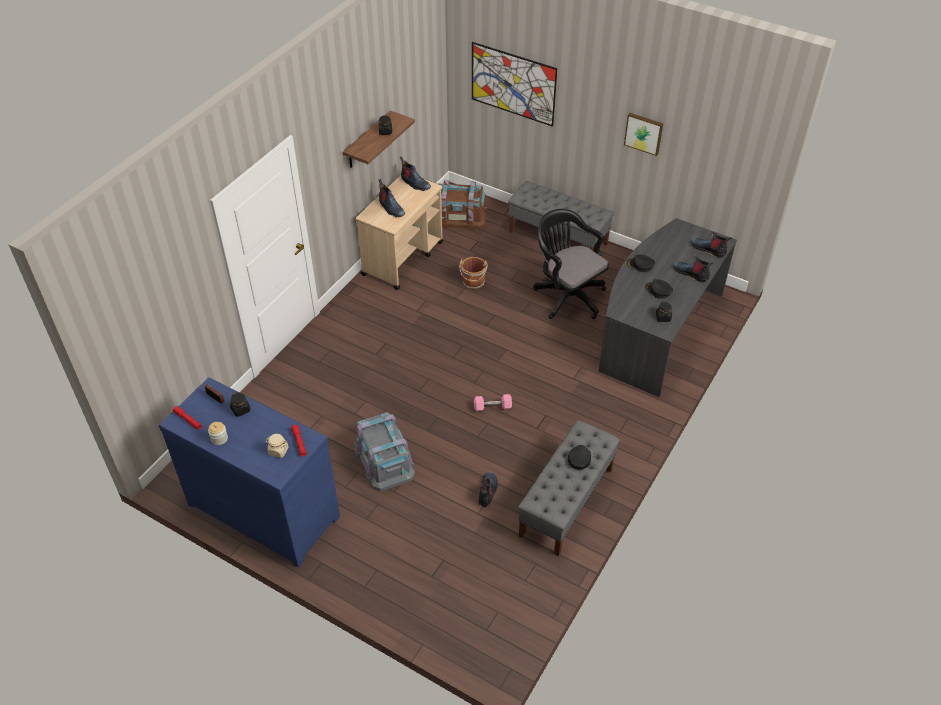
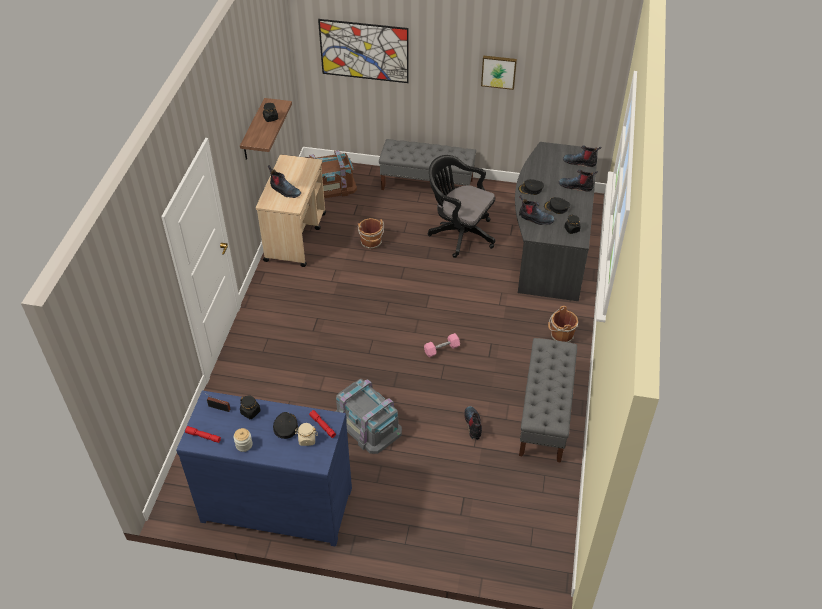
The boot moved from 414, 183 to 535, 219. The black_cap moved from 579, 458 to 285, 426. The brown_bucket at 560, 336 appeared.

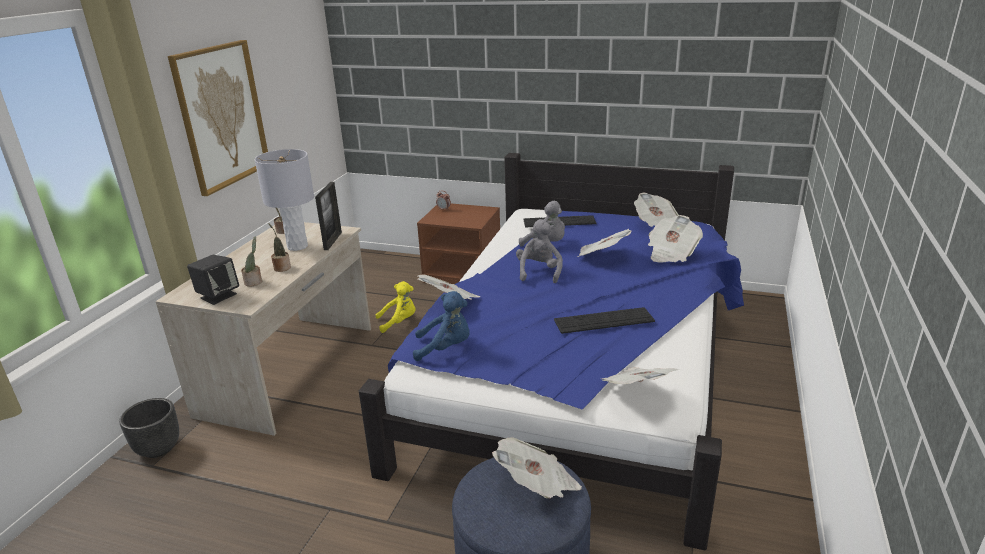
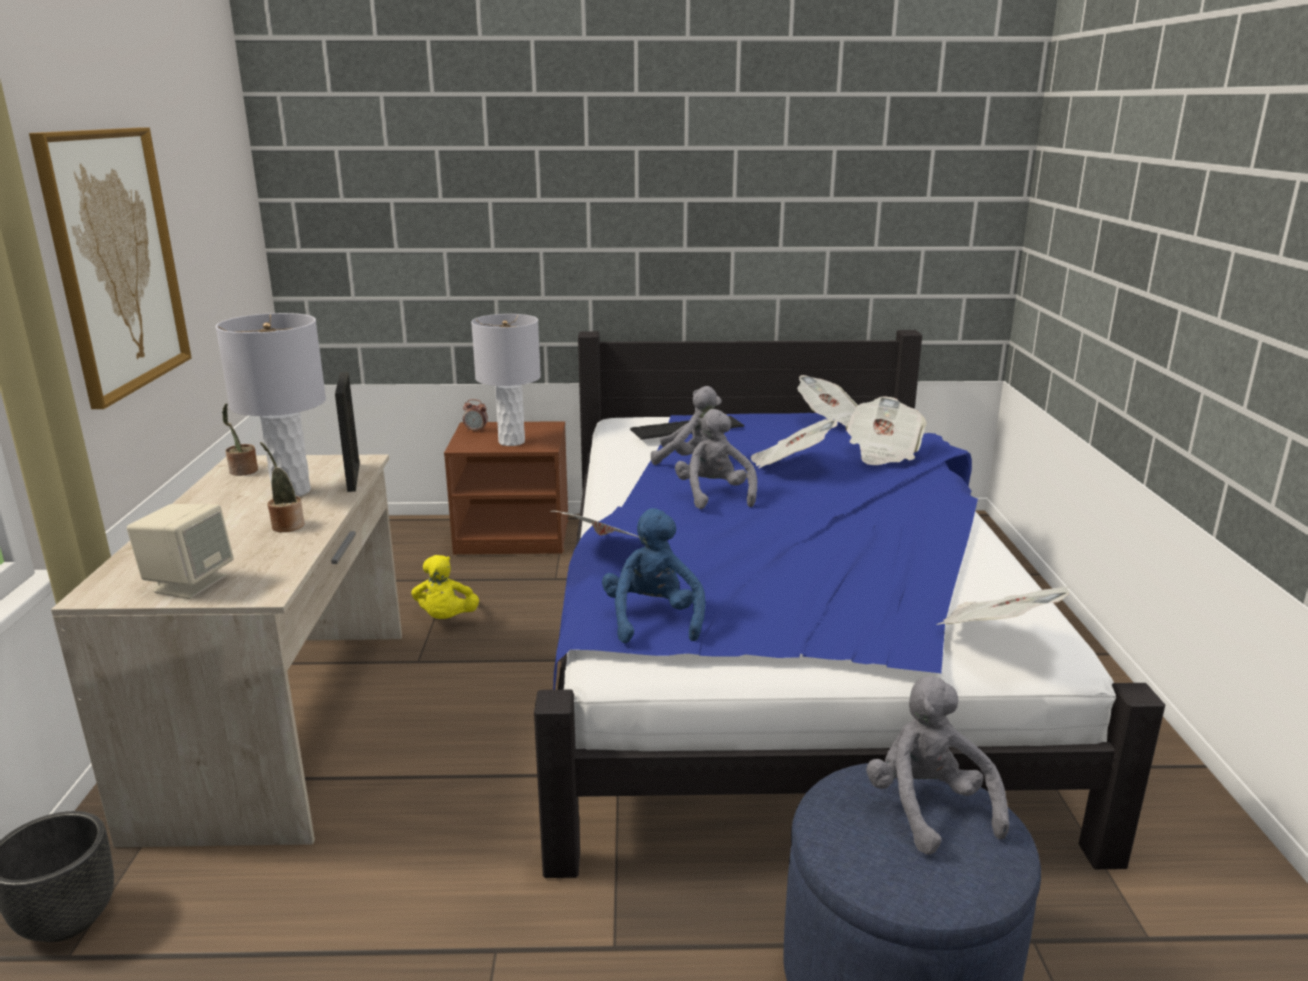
The potted_plant at 254, 282 disappeared. The black_speaker at 218, 296 became the beige_speaker at 189, 584. The yellow_plush_toy at 399, 322 turned 120 degrees clockwise. The blue_plush_toy at 445, 348 turned 75 degrees counterclockwise. The keyboard at 604, 320 disappeared. The newspaper at 537, 485 was replaced by the grey_plush_toy at 927, 808. The grey_table_lamp at 511, 442 appeared.

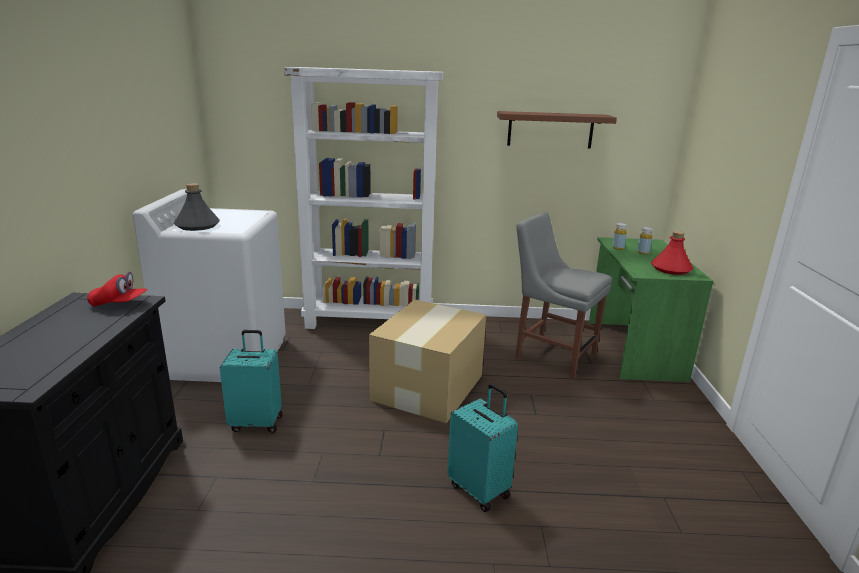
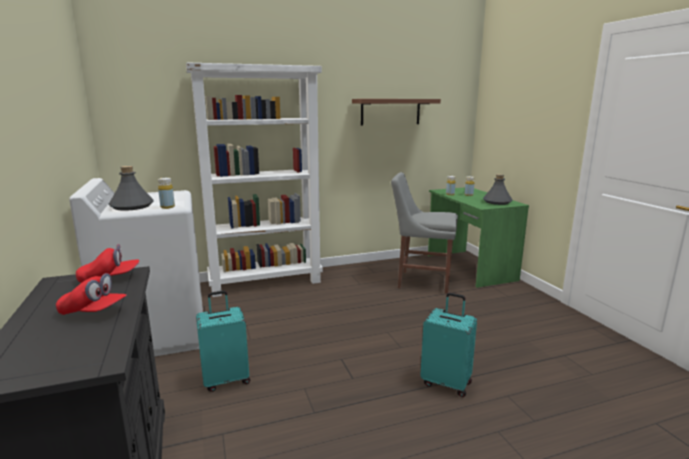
The red_bottle at 671, 269 became the grey_bottle at 497, 202. The cardboard_box at 429, 387 disappeared. The yellow_bottle at 167, 207 appeared. The red_cap at 93, 312 appeared.

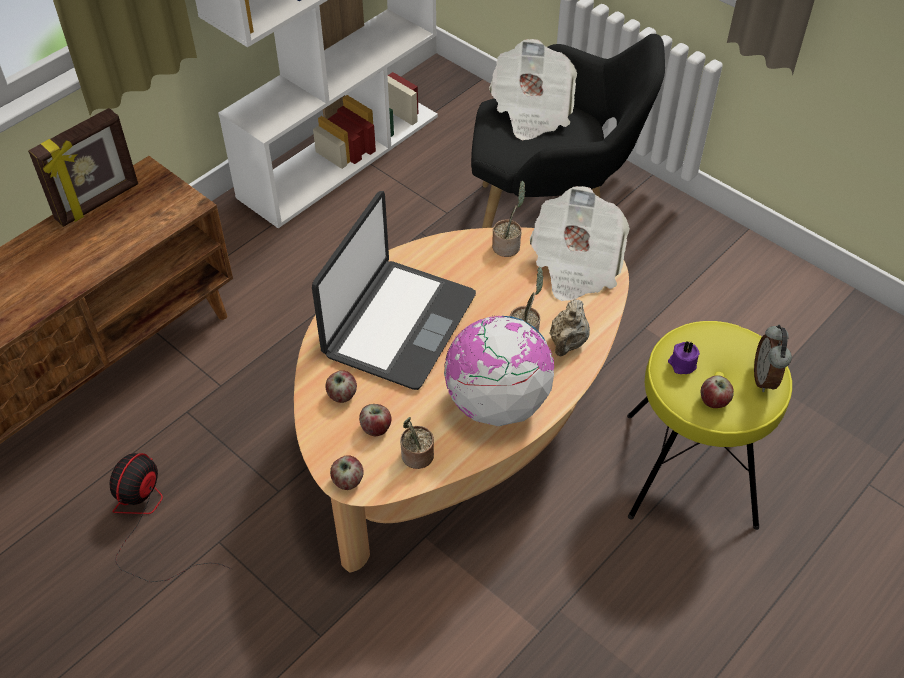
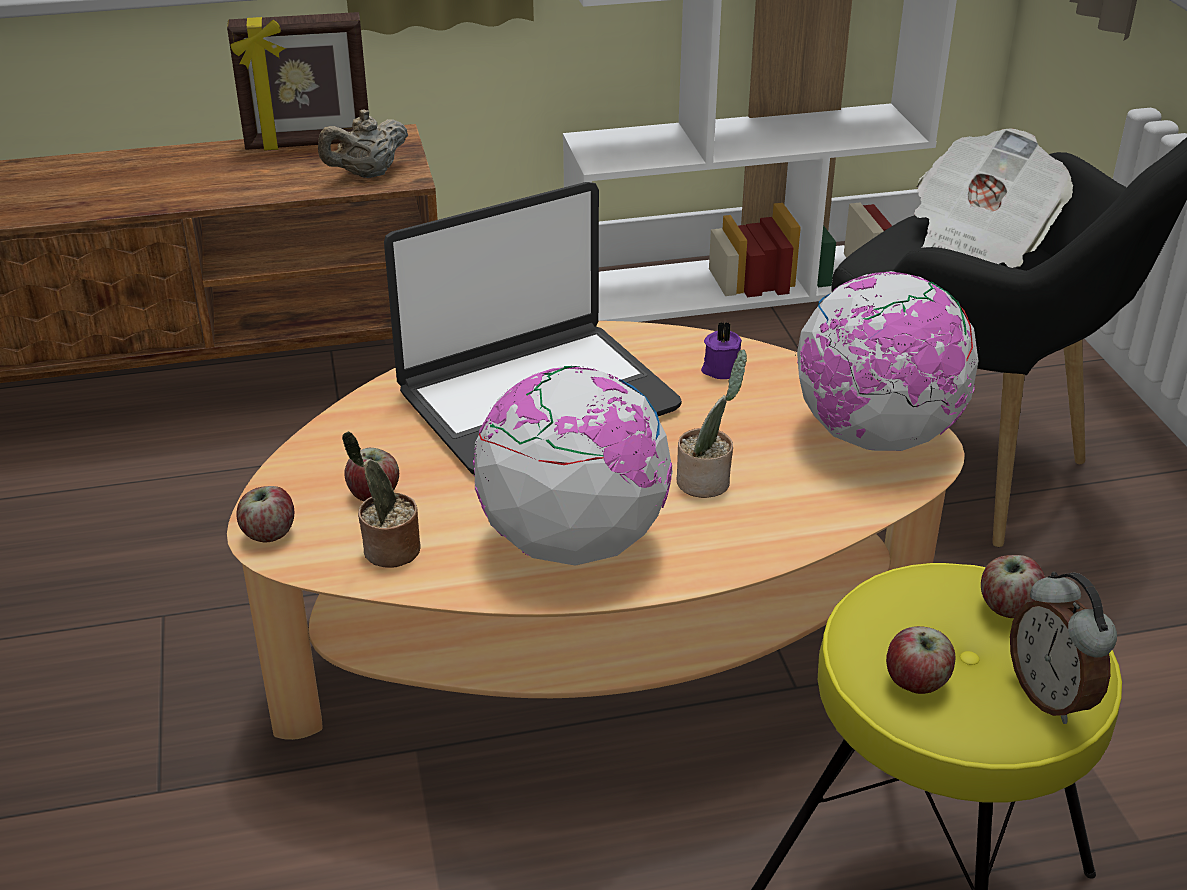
The potted_plant at 507, 246 disappeared. The newspaper at 576, 264 was replaced by the globe at 876, 436. The beige_teapot moved from 567, 343 to 367, 174. The alarm_clock at 765, 378 turned 60 degrees counterclockwise. The purple_candle moved from 682, 364 to 721, 369. The apple moved from 342, 395 to 1007, 607. The fan at 148, 521 disappeared.

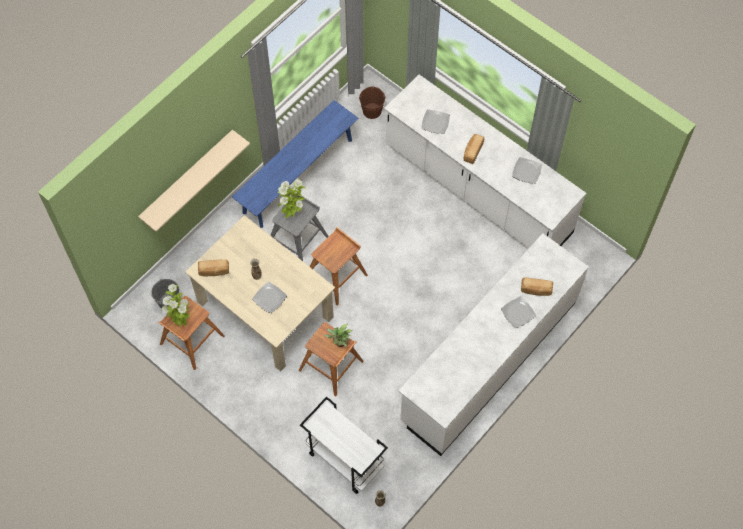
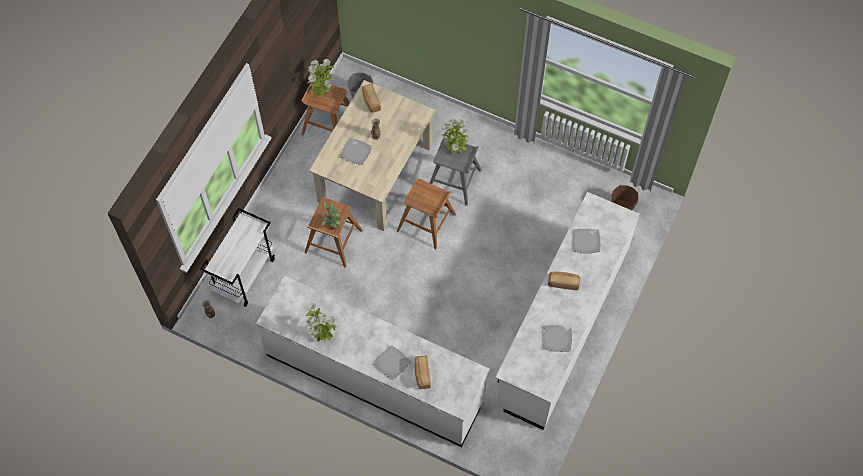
The blue_bench at 298, 176 disappeared. The beige_shelf at 187, 177 disappeared. The potted_plant at 322, 336 appeared.

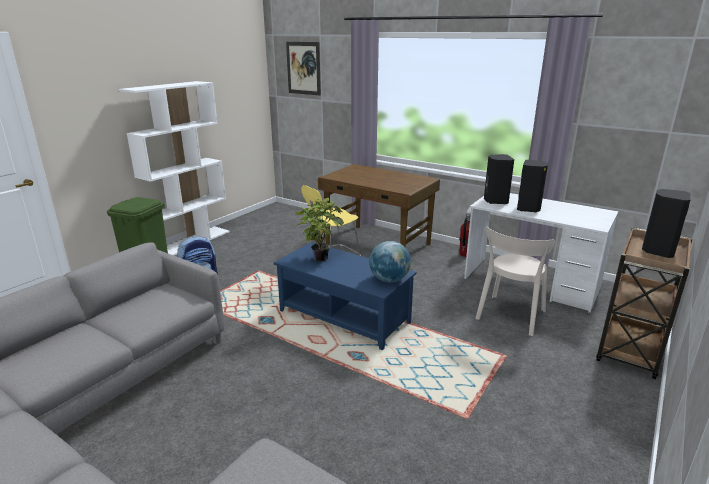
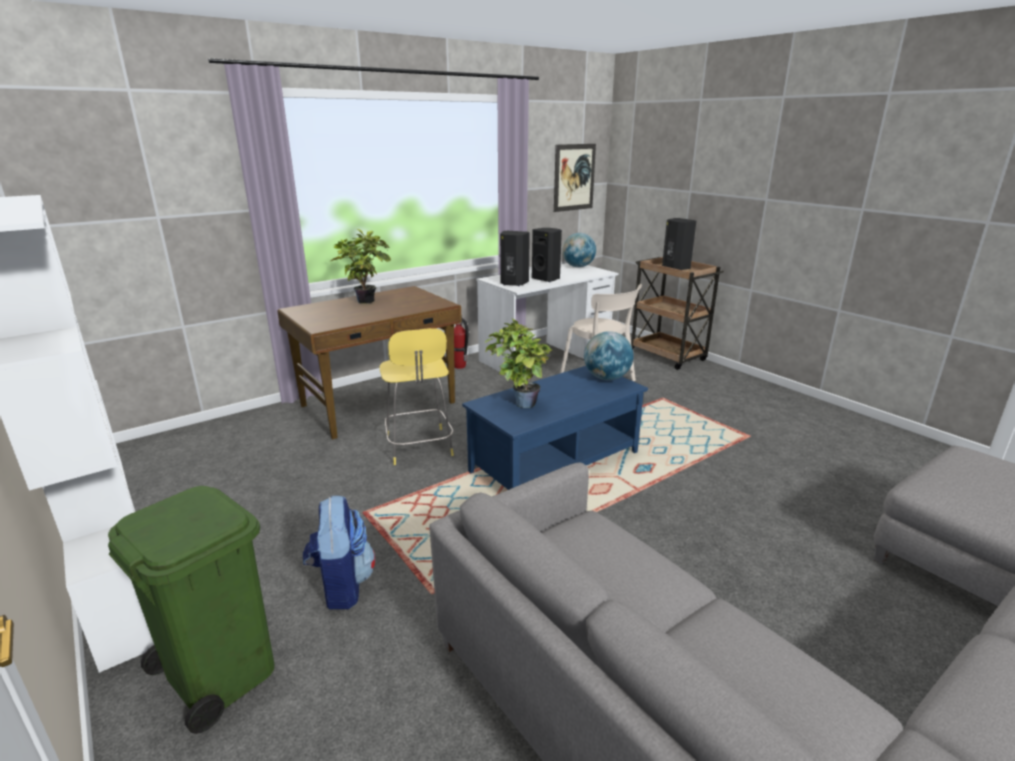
The picture moved from 303, 68 to 574, 177. The potted_plant at 366, 300 appeared. The globe at 578, 267 appeared.

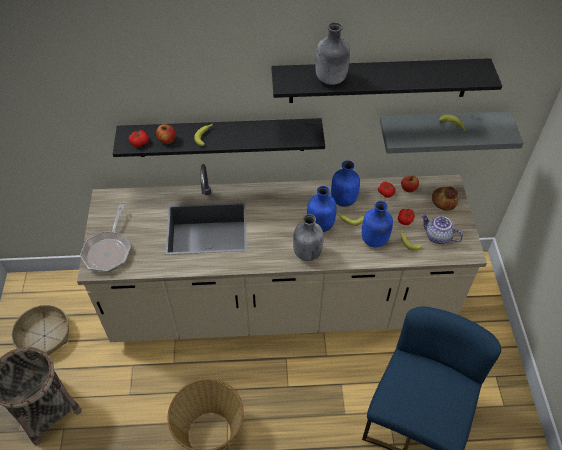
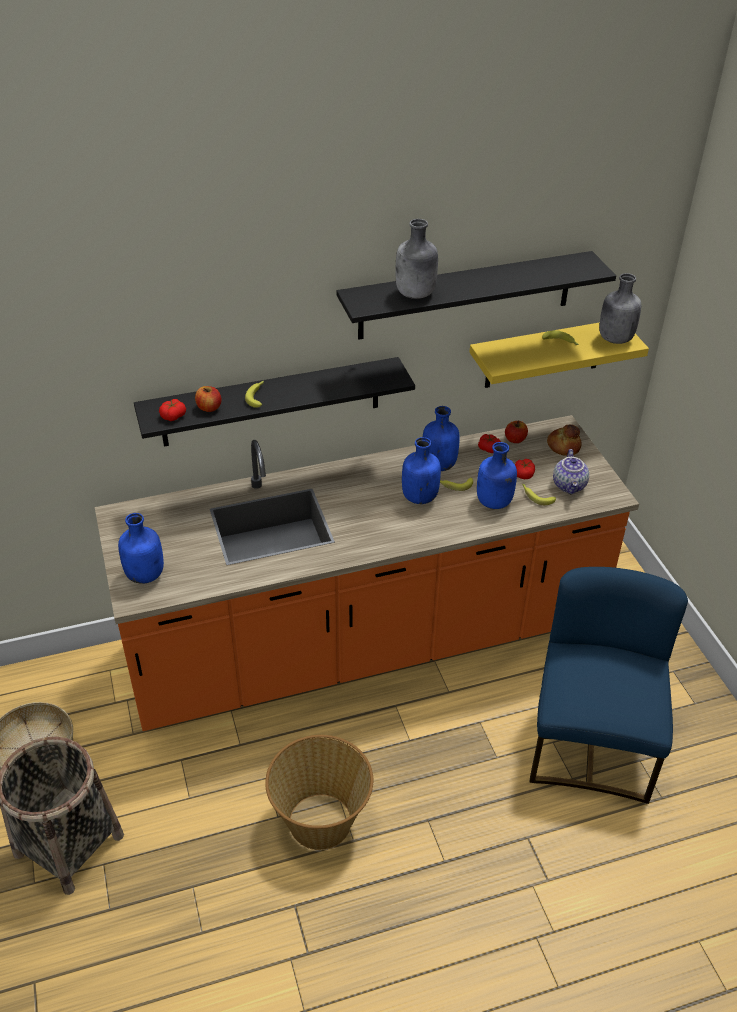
The grey_shelf at 441, 129 became the yellow_shelf at 543, 354. The beige_counter at 281, 304 became the orange_counter at 366, 642. The frying_pan at 108, 250 was replaced by the blue_bottle at 146, 574. The grey_bottle moved from 306, 252 to 614, 339. The teapot at 437, 237 turned 105 degrees counterclockwise.

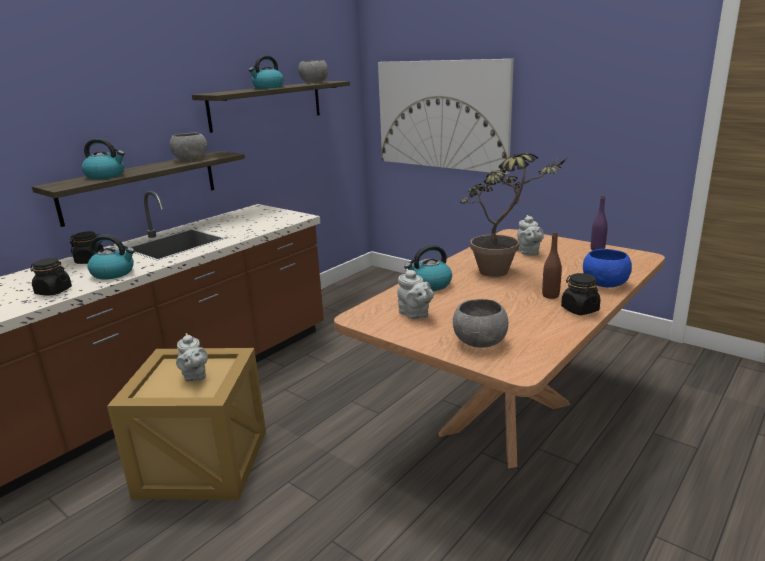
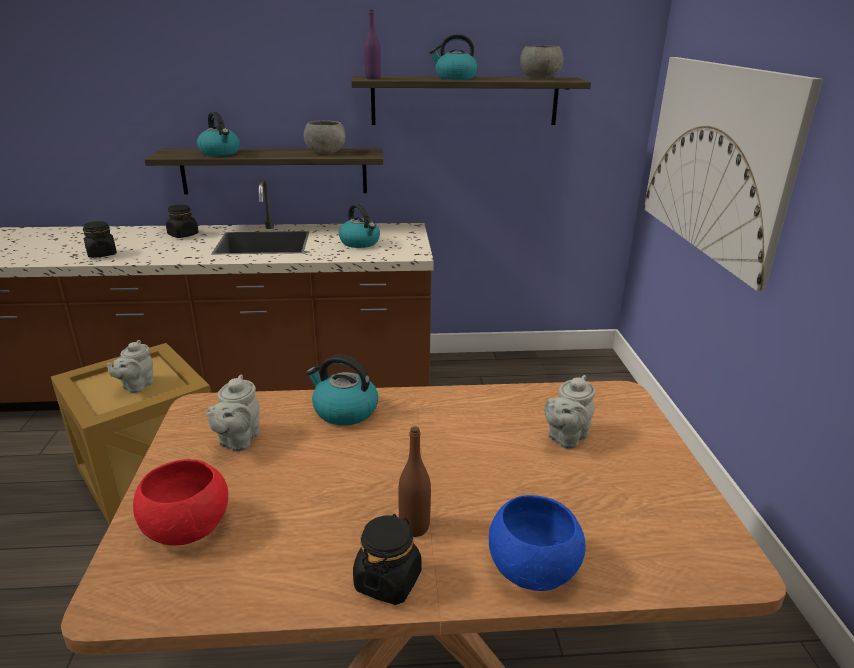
The potted_plant at 504, 273 disappeared. The purple_bottle moved from 597, 249 to 373, 78. The kettle moved from 114, 273 to 360, 243. The grey_bowl at 480, 342 became the red_bowl at 188, 527.

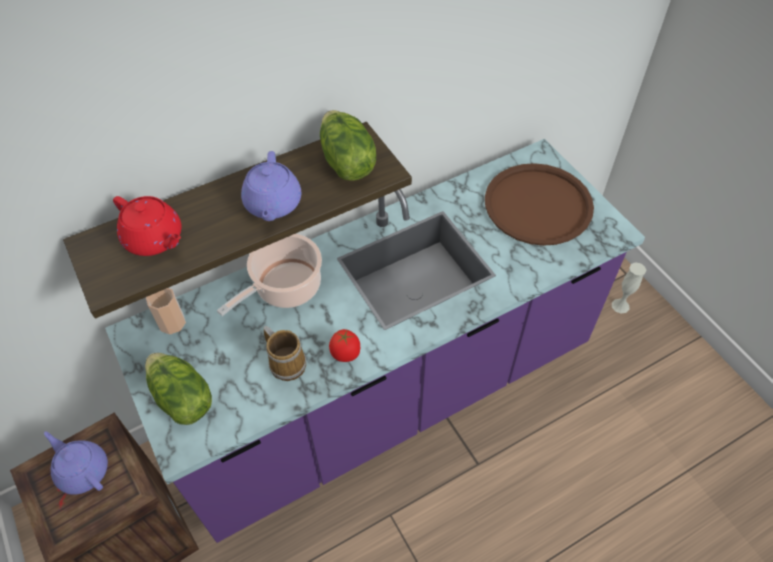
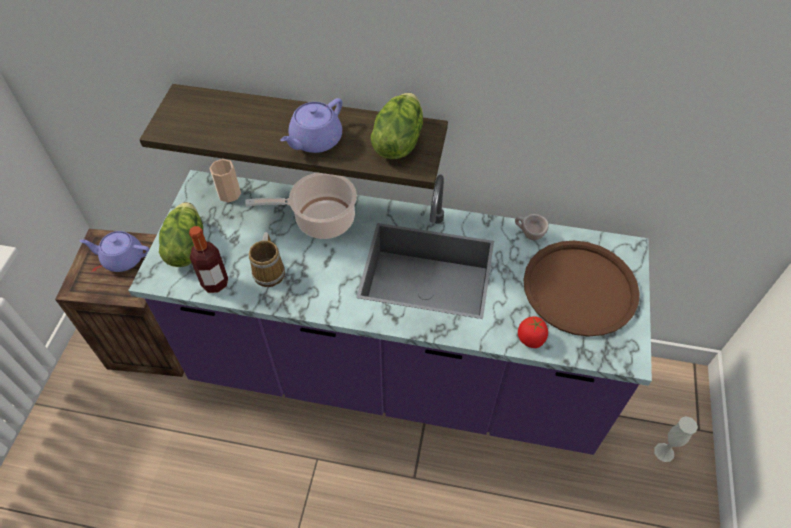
The red_teapot at 155, 239 disappeared. The tomato moved from 346, 353 to 530, 339. The purple_teapot at 83, 470 turned 75 degrees counterclockwise. The beige_cup at 528, 235 appeared. The bottle at 215, 283 appeared.

